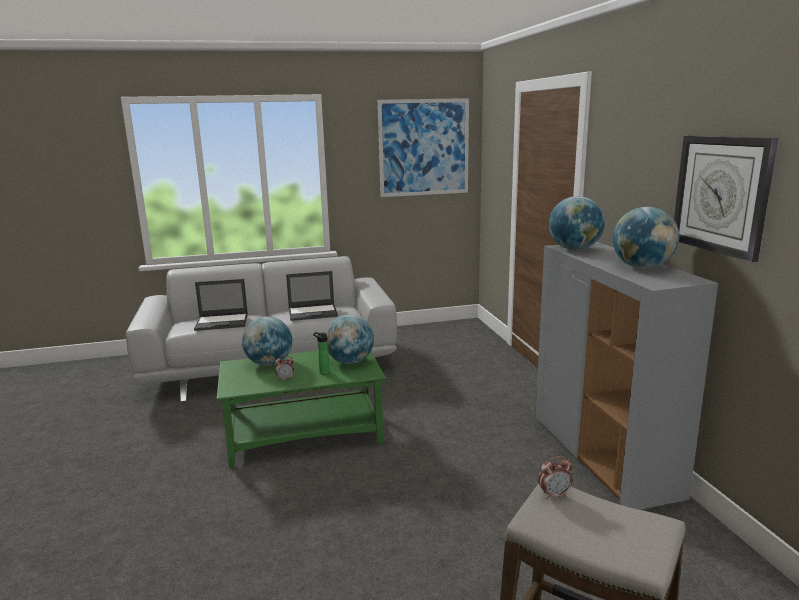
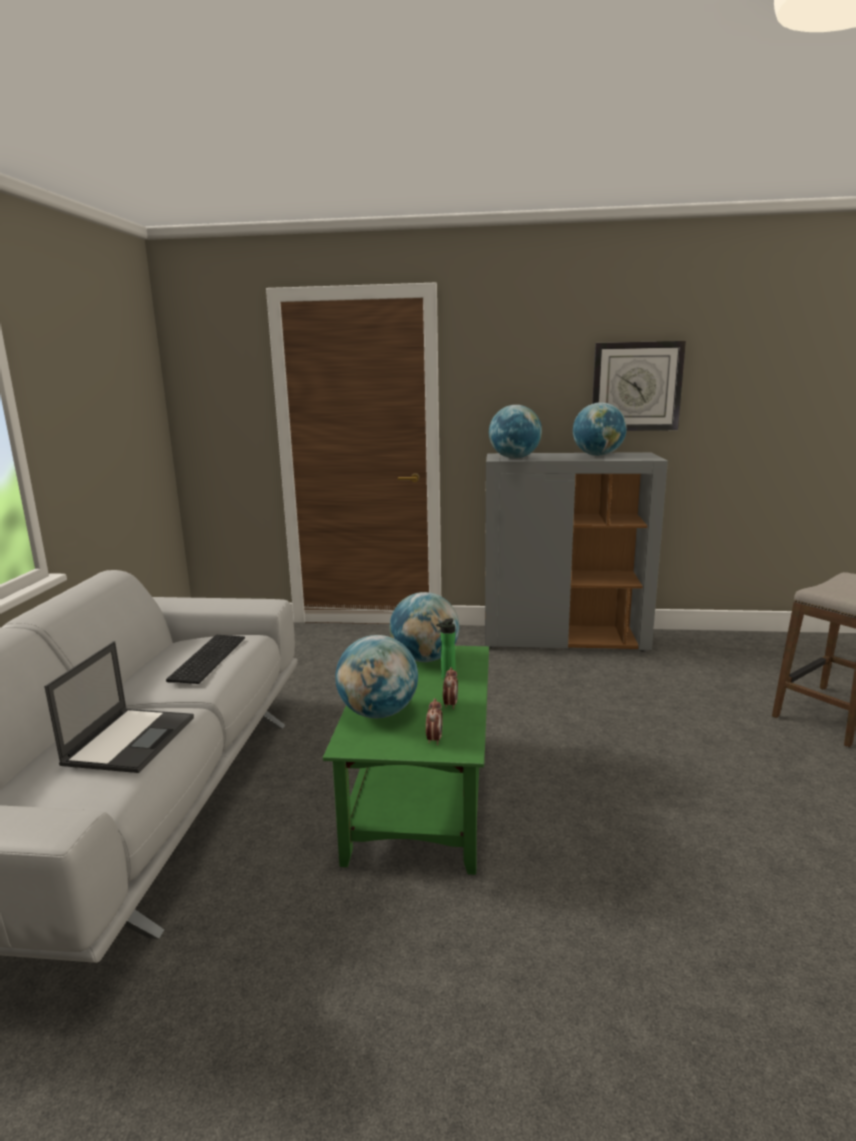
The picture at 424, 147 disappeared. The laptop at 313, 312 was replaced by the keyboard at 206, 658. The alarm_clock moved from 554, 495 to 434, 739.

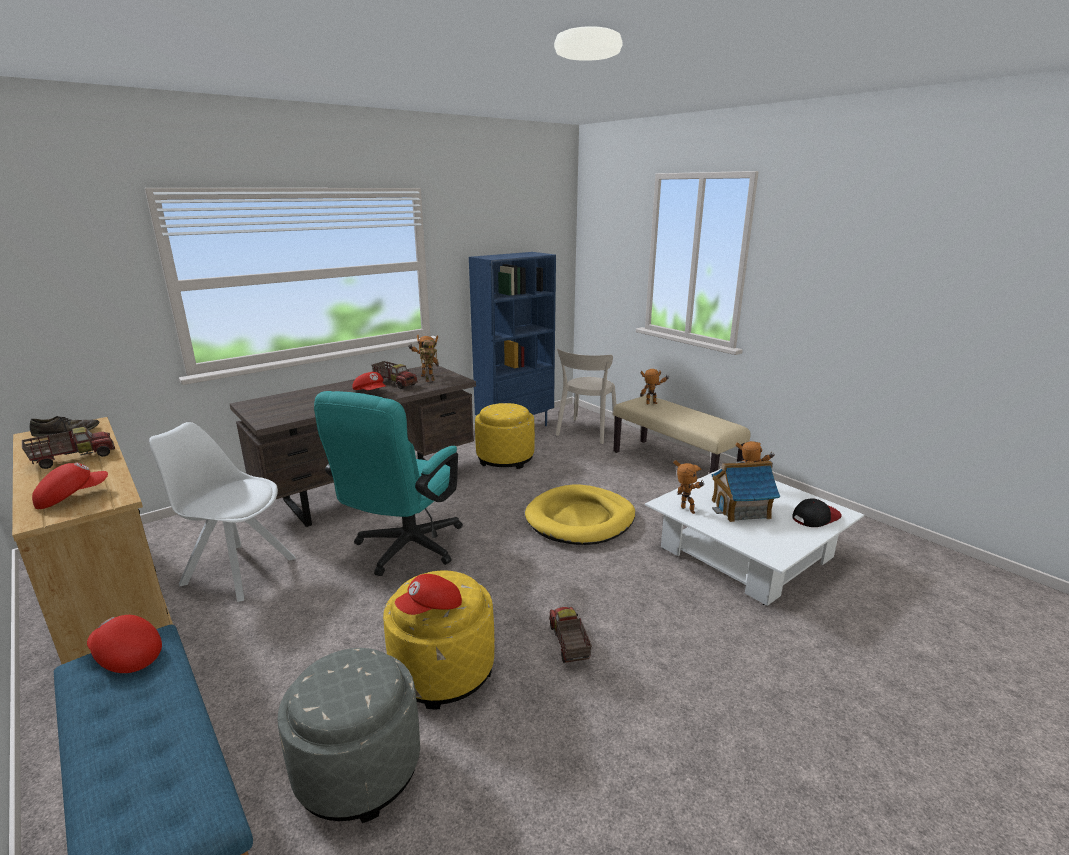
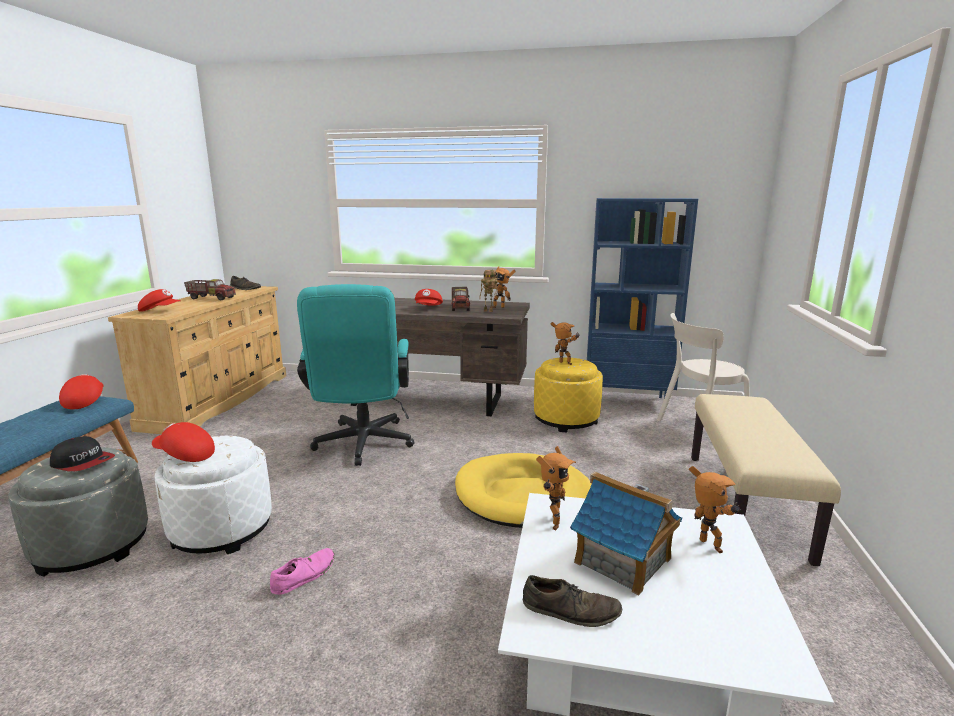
The toy_robot moved from 652, 404 to 564, 364. The turquoise_office_chair at 403, 550 turned 75 degrees counterclockwise. The white_chair at 237, 570 disappeared. The cap moved from 815, 517 to 83, 462. The yellow_ottoman at 443, 670 became the white_ottoman at 222, 529. The toy_truck at 568, 644 was replaced by the pink_shoe at 304, 576. The brown_shoe at 571, 610 appeared.

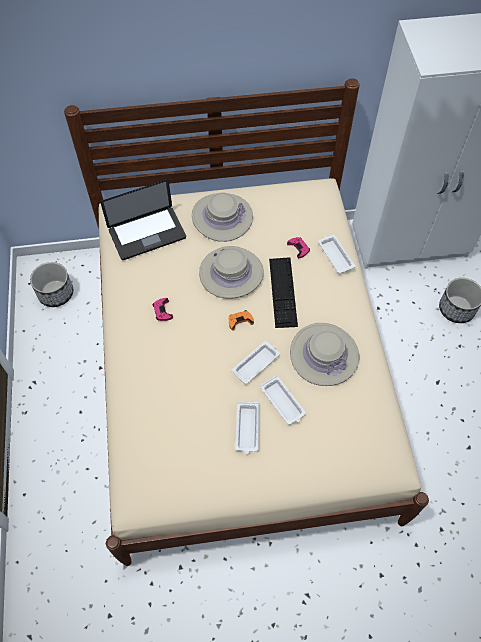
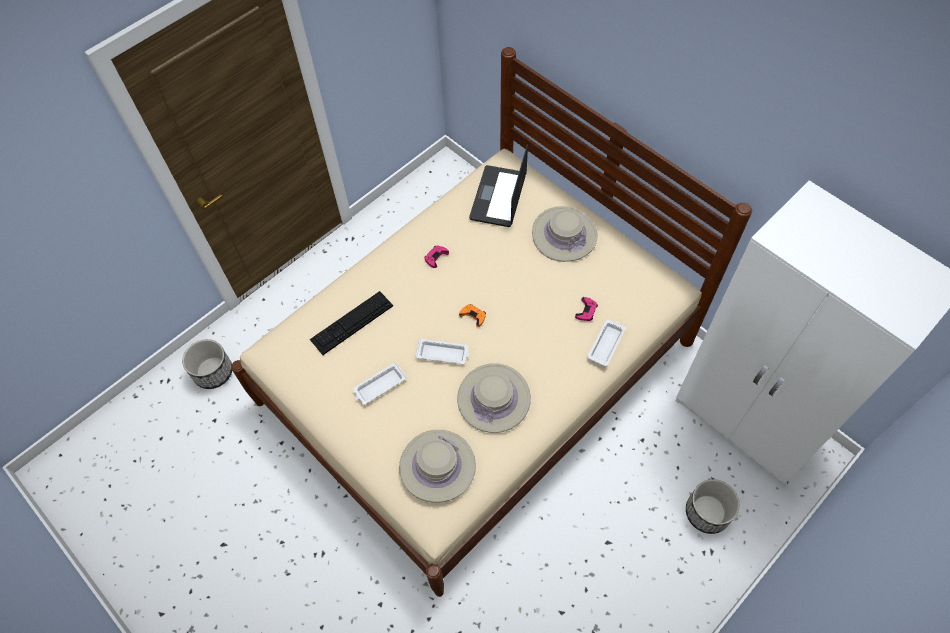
The laptop at 147, 234 turned 75 degrees clockwise. The beige_hat moved from 231, 273 to 437, 466. The keyboard moved from 283, 292 to 352, 322. The planter moved from 55, 293 to 213, 372. The white_tray at 283, 402 disappeared.

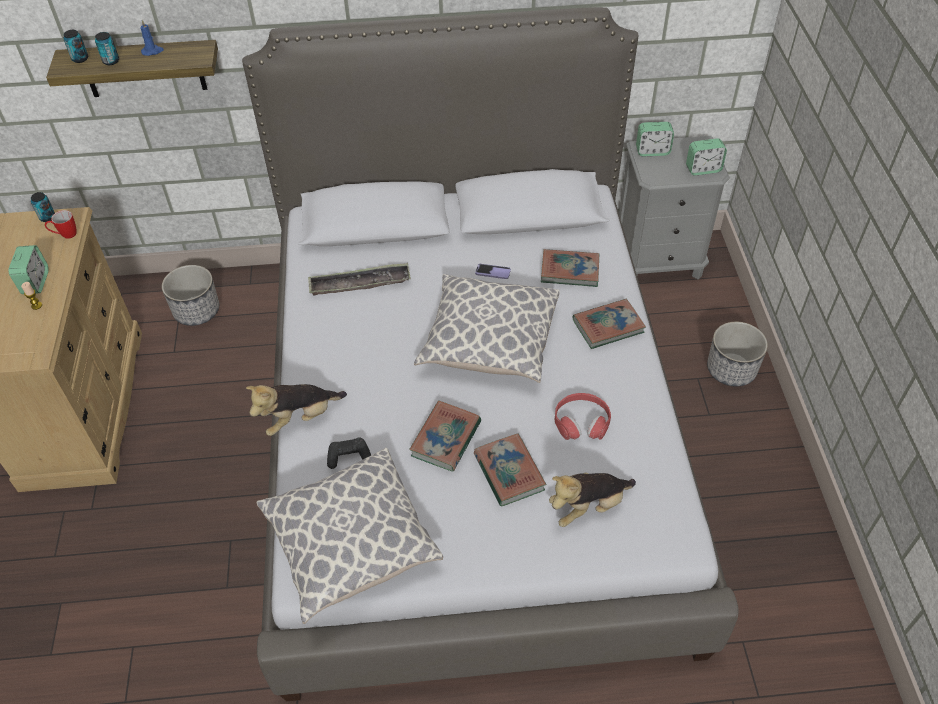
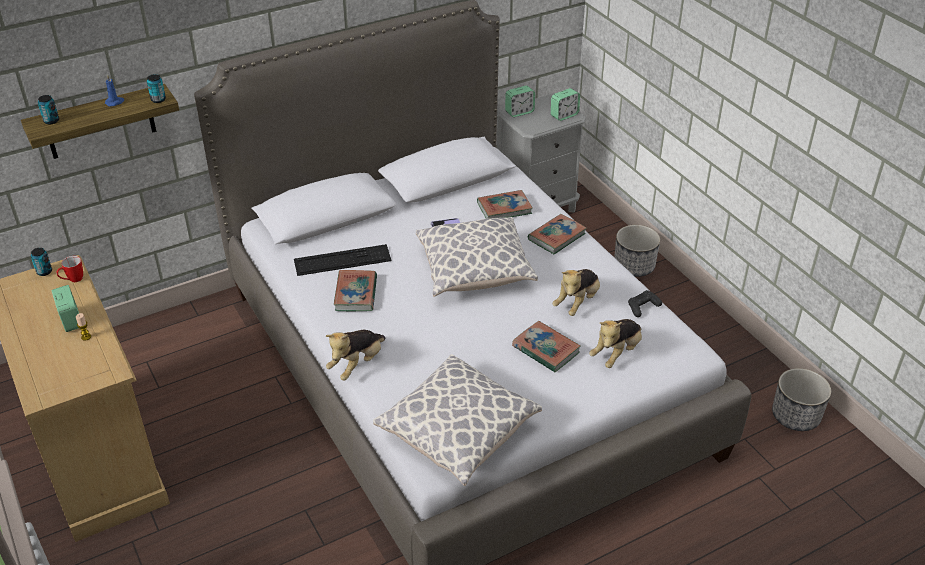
The can moved from 111, 61 to 158, 99. The tray at 359, 284 was replaced by the keyboard at 342, 260. The planter moved from 197, 311 to 795, 415. The red_headphones at 581, 422 was replaced by the plush_toy at 577, 302. The book moved from 446, 439 to 356, 294. The black_game_controller moved from 349, 456 to 643, 307.

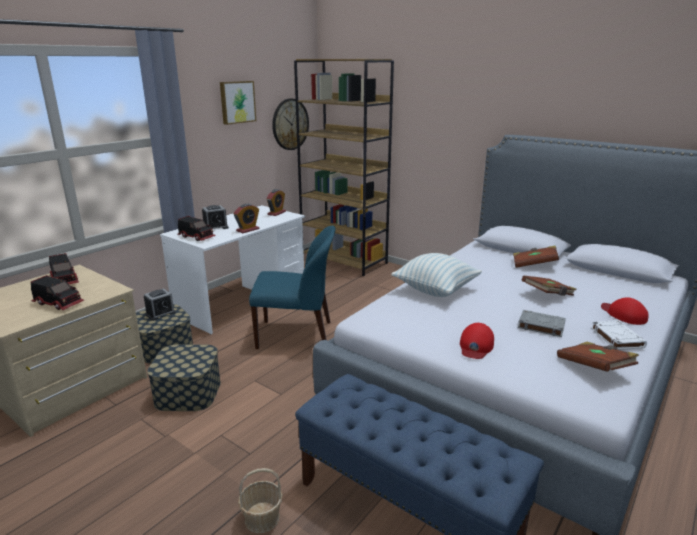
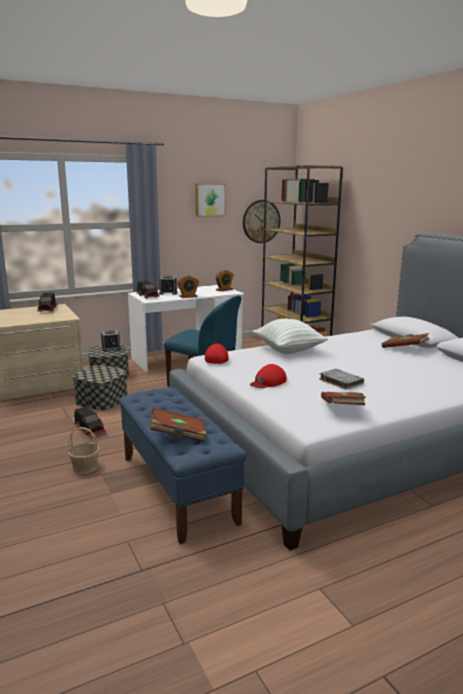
The toy_truck moved from 59, 303 to 89, 429. The brown_book moved from 548, 295 to 178, 435. The red_cap moved from 623, 314 to 216, 358. The white_book at 616, 338 disappeared.

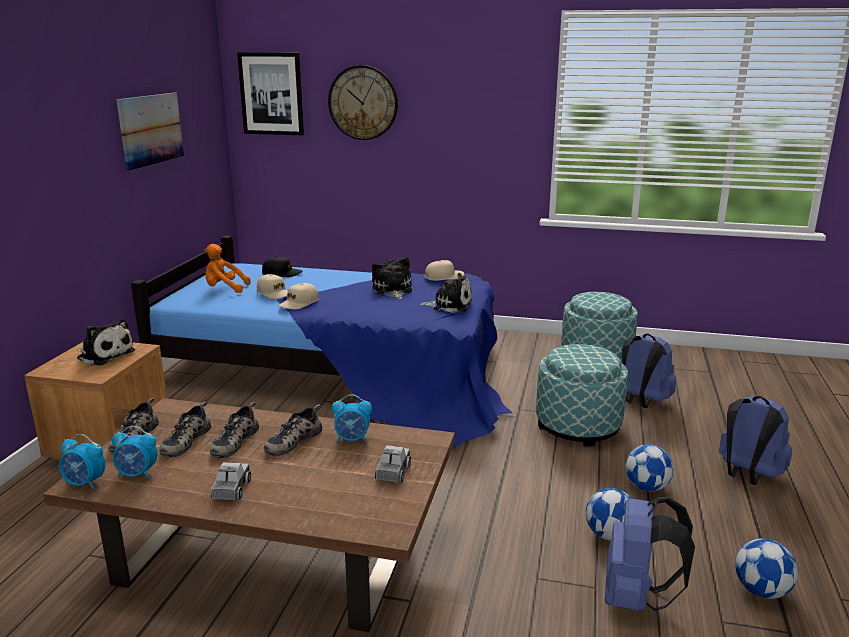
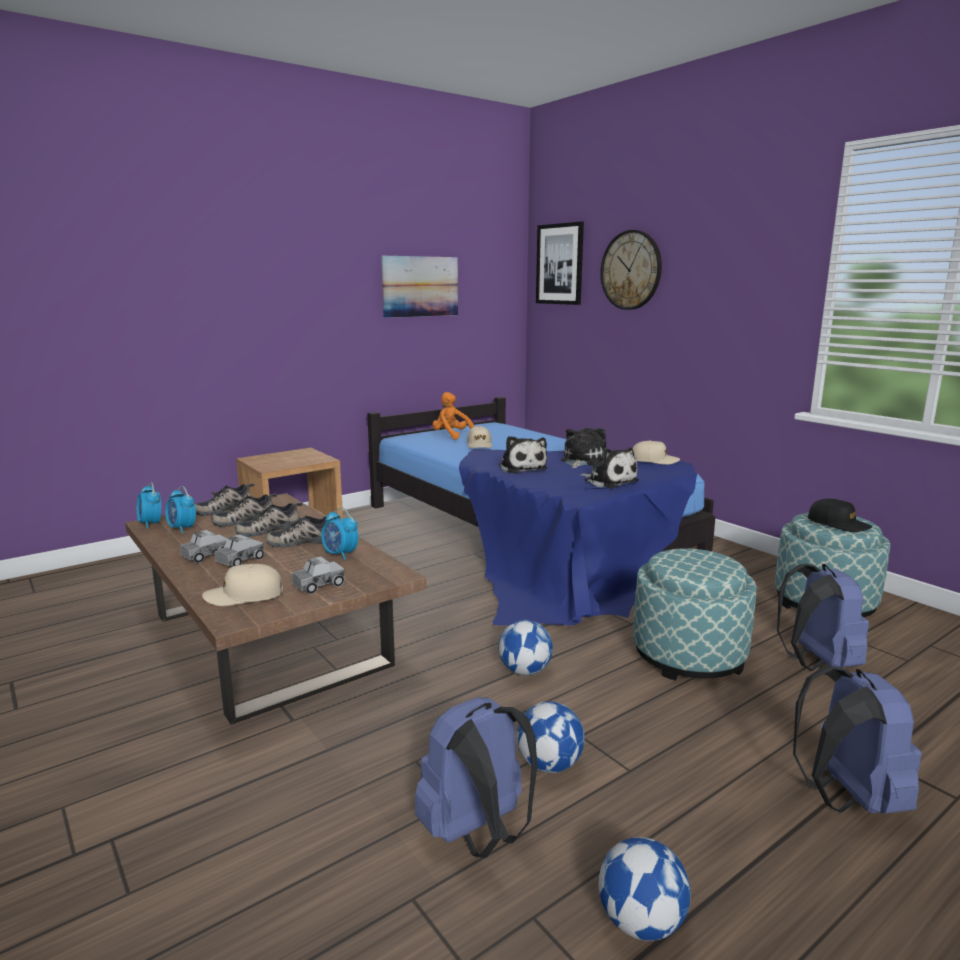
The black_cap moved from 282, 273 to 838, 524. The beige_cap moved from 299, 303 to 244, 596. The plush_toy moved from 104, 355 to 522, 468. The football moved from 647, 487 to 525, 671. The toy_truck at 240, 561 appeared.

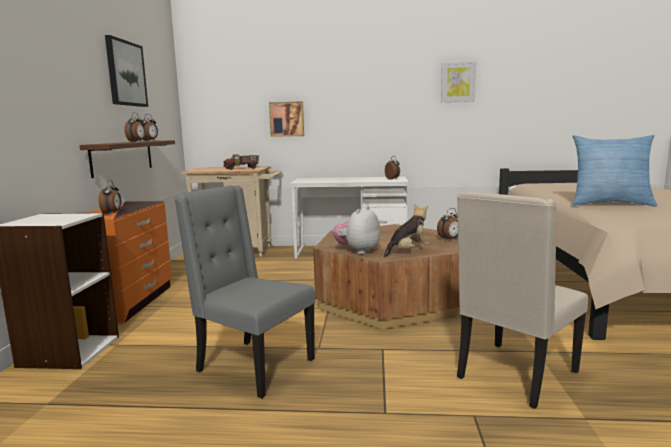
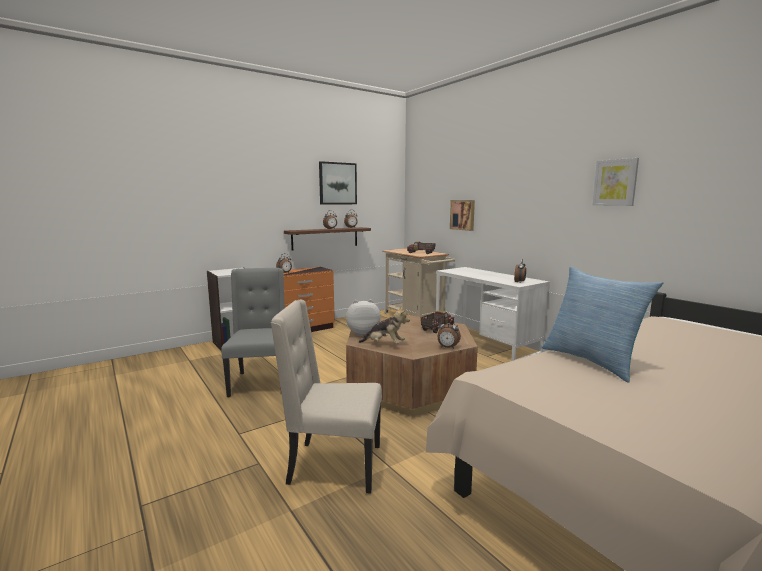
The toy_truck at 437, 328 appeared.

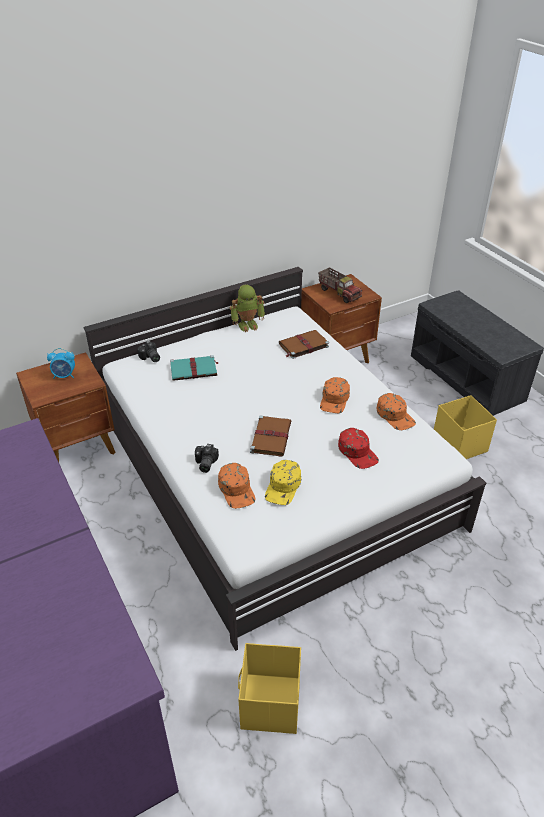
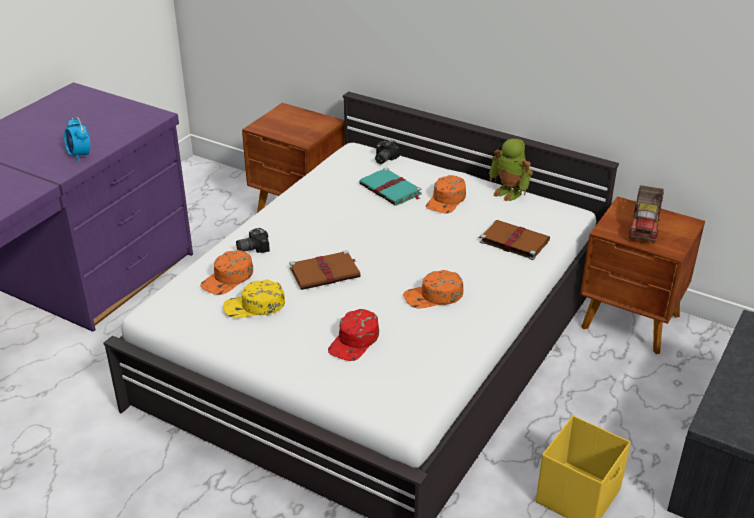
The alarm_clock moved from 64, 376 to 80, 155. The orange_cap moved from 395, 416 to 446, 200. The yellow_storage_box at 270, 704 disappeared.

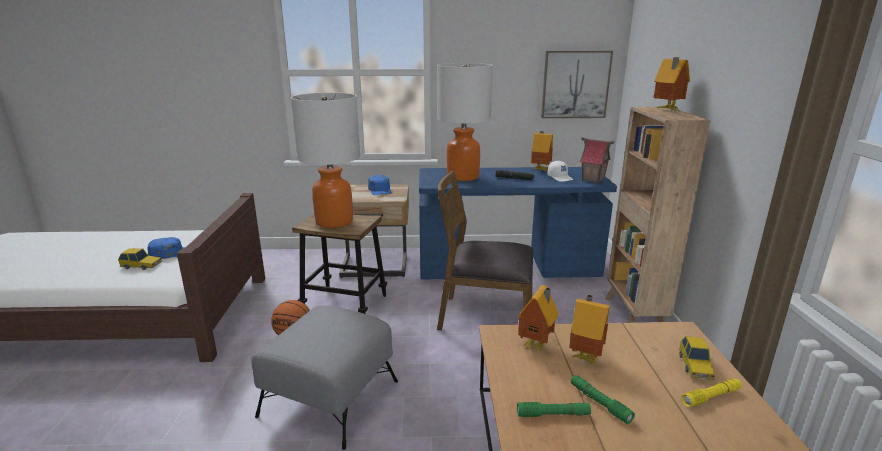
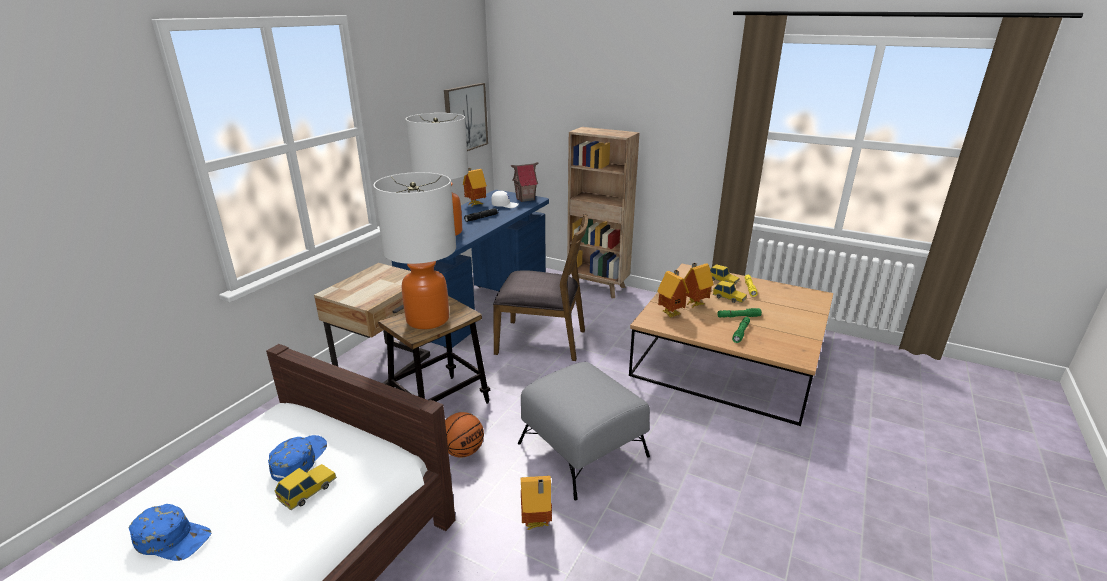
The toy_house moved from 667, 109 to 537, 524. The brown_chair at 485, 316 turned 120 degrees counterclockwise. The blue_cap moved from 380, 190 to 173, 538. The toy_car at 729, 297 appeared.

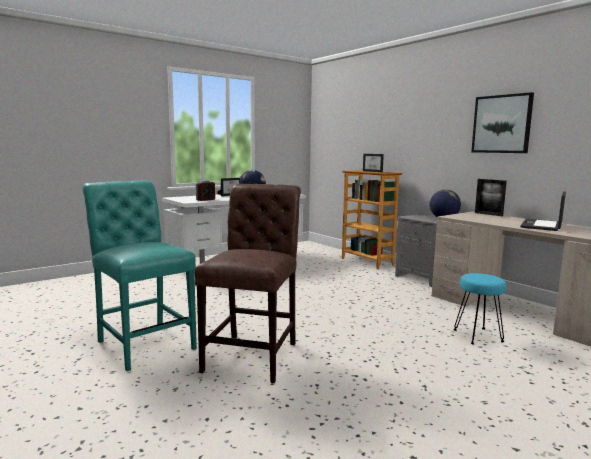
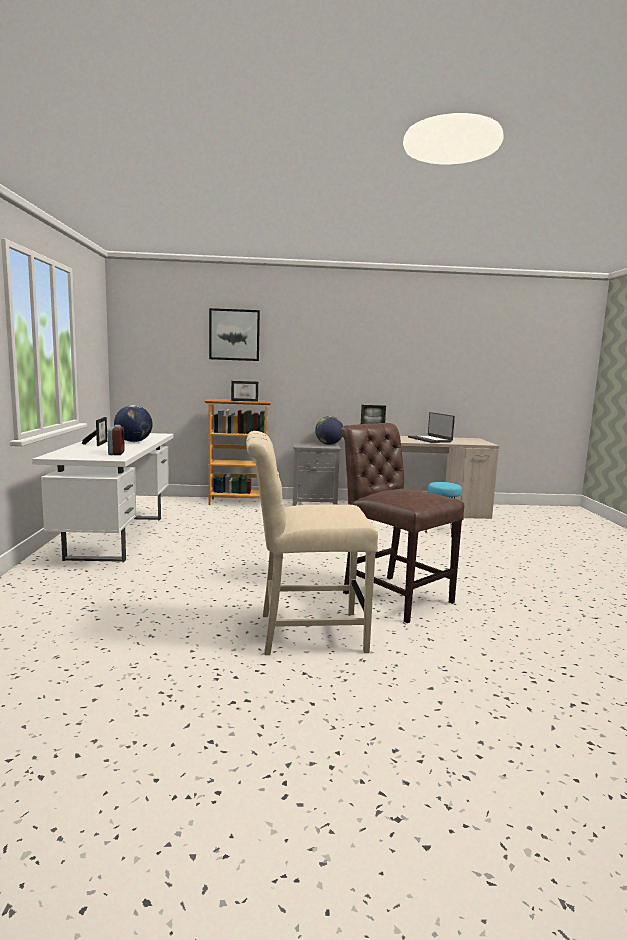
The picture moved from 502, 124 to 234, 335. The turquoise_chair at 144, 342 became the beige_chair at 304, 632.

